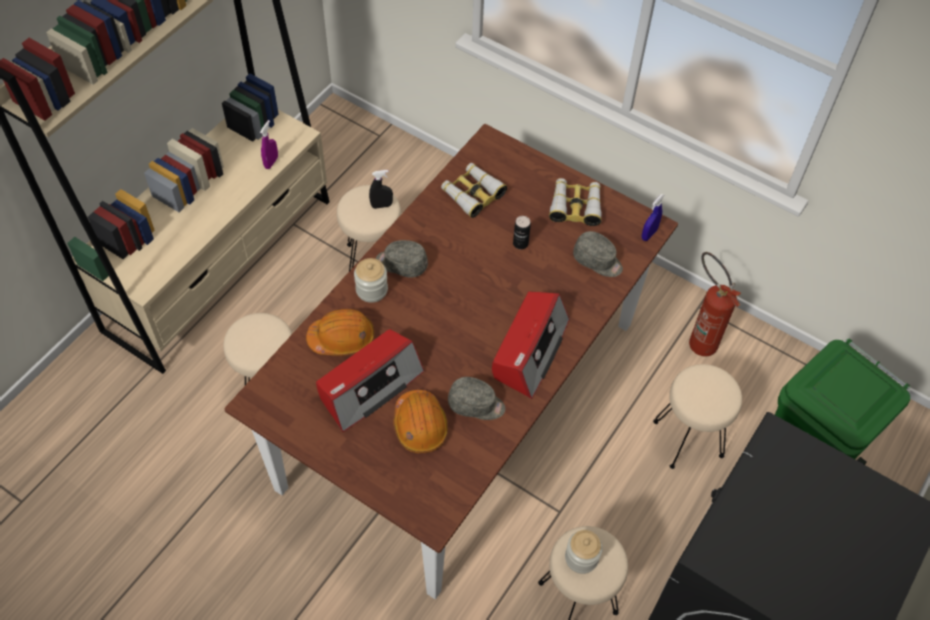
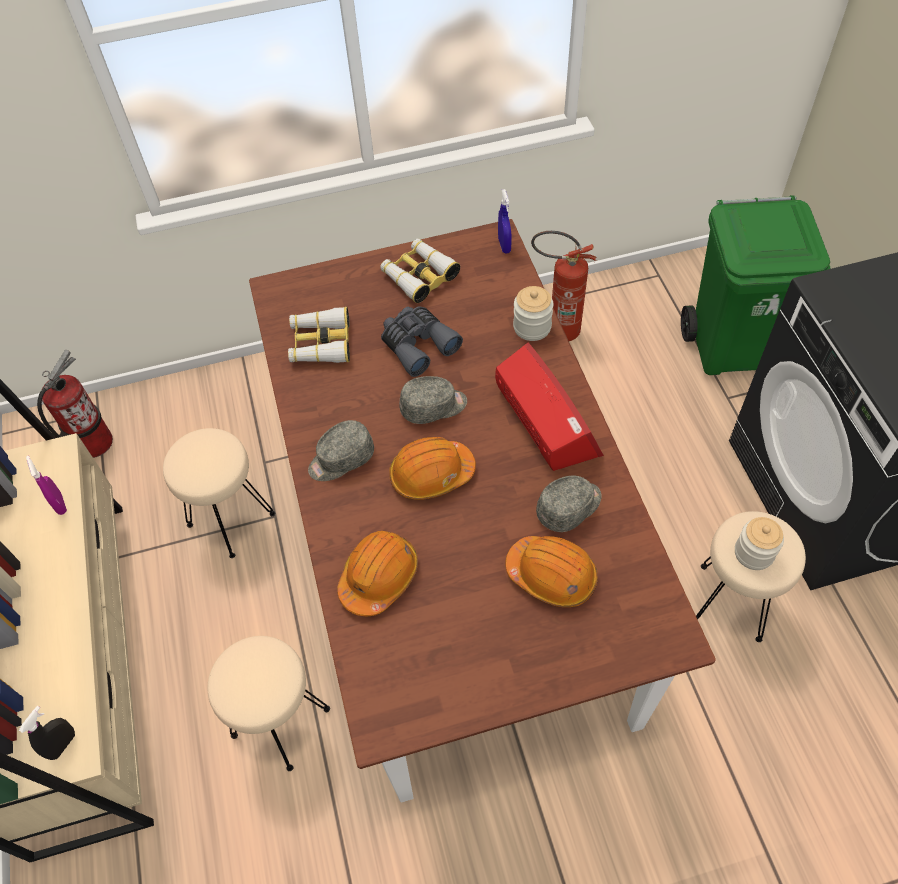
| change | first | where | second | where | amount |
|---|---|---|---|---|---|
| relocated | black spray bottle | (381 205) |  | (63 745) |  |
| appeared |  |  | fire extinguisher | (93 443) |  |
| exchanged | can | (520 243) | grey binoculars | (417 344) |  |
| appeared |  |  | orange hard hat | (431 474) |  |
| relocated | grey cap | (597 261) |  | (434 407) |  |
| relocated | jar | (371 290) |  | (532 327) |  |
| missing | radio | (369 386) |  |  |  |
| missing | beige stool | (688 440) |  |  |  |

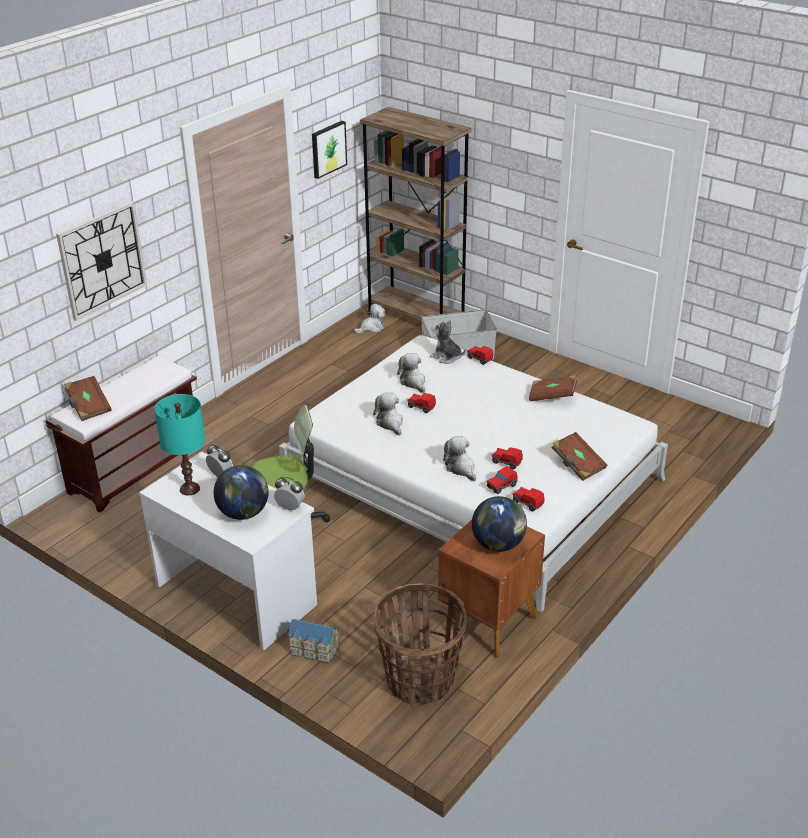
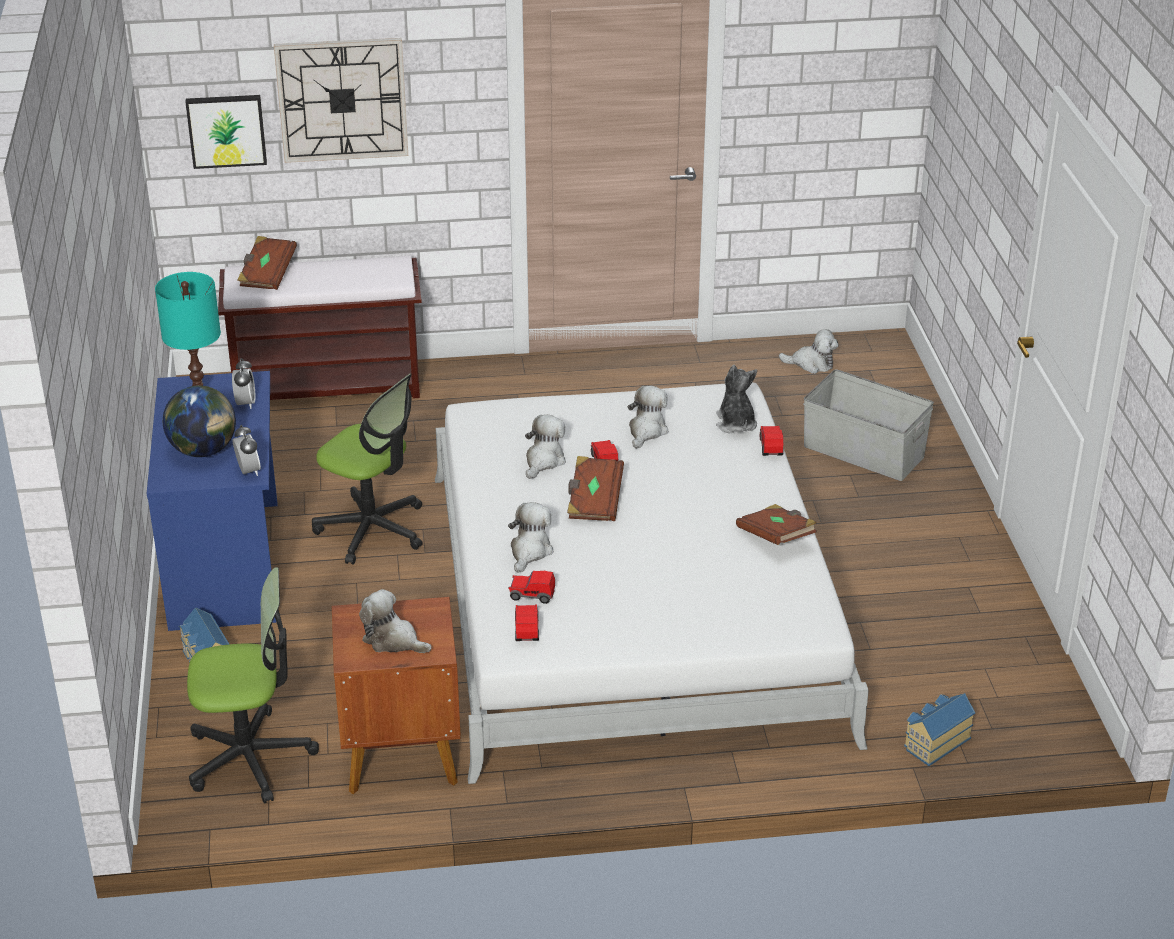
| change | first | where | second | where | amount |
|---|---|---|---|---|---|
| colour | white desk | (237 594) | blue desk | (227 564) |  |
| relocated | picture | (328 149) |  | (226 130) |  |
| exchanged | basket | (420 680) | office chair | (250 758) |  |
| exchanged | globe | (498 544) | plush toy | (393 640) |  |
| relocated | brown book | (577 465) |  | (594 502) |  |
| appeared |  |  | toy house | (935 742) |  |
| missing | brown bookcase | (415 318) |  |  |  |
| missing | toy car | (506 462) |  |  |  |

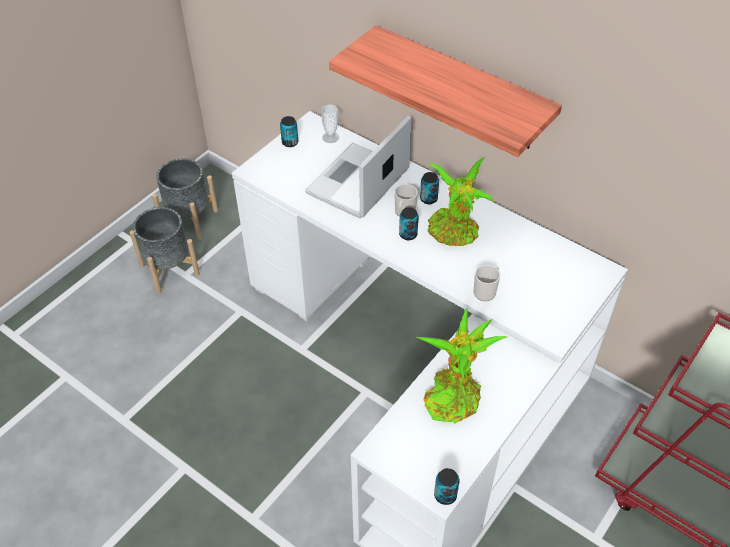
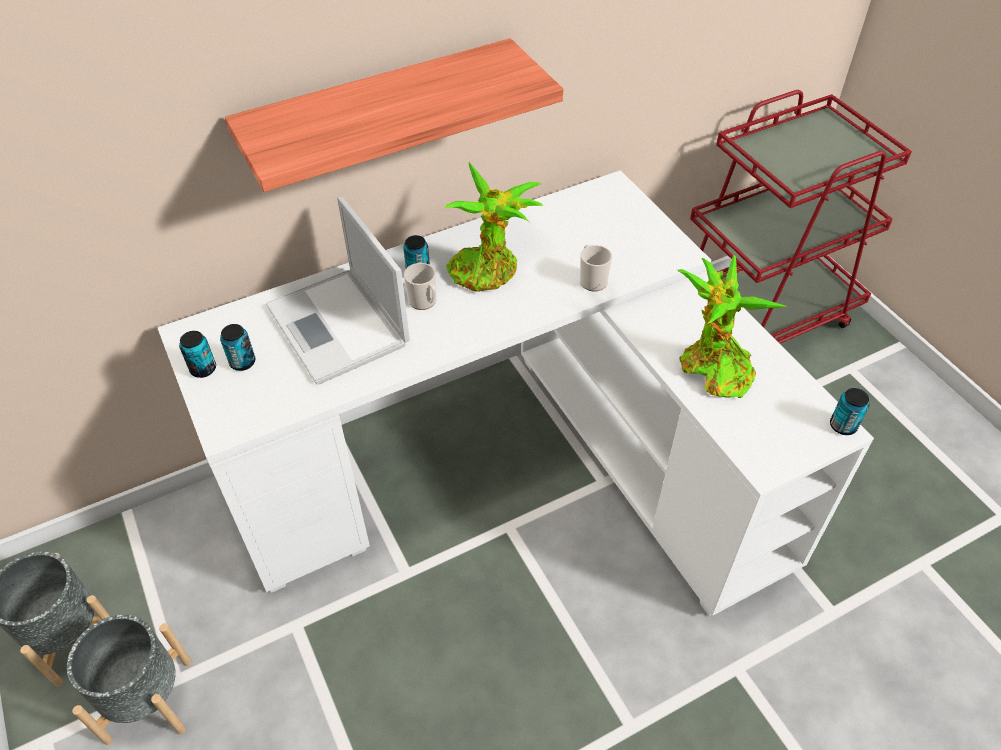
| change | first | where | second | where | amount |
|---|---|---|---|---|---|
| relocated | can | (408 234) |  | (242 362) |  |
| missing | cup | (330 137) |  |  |  |

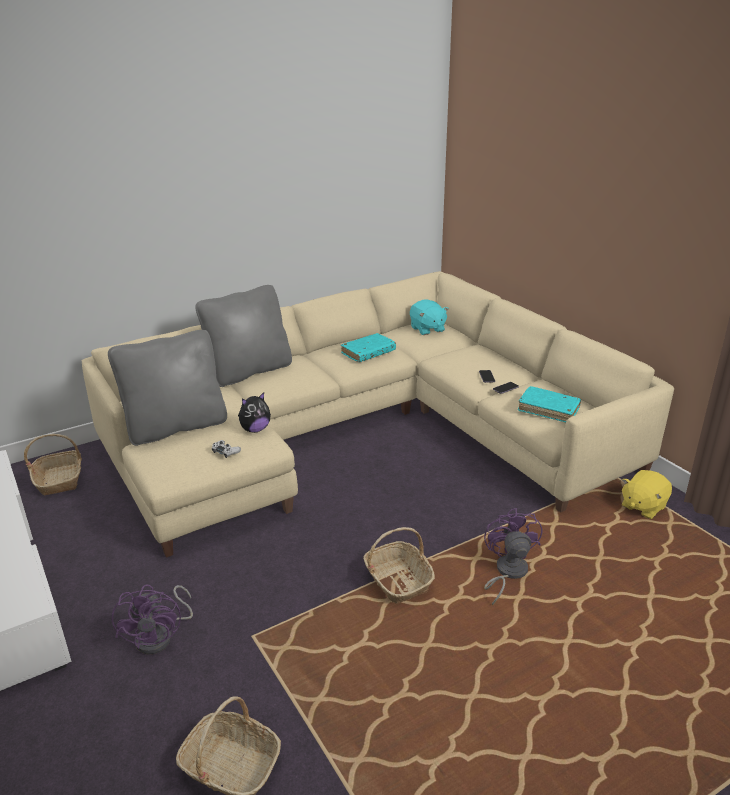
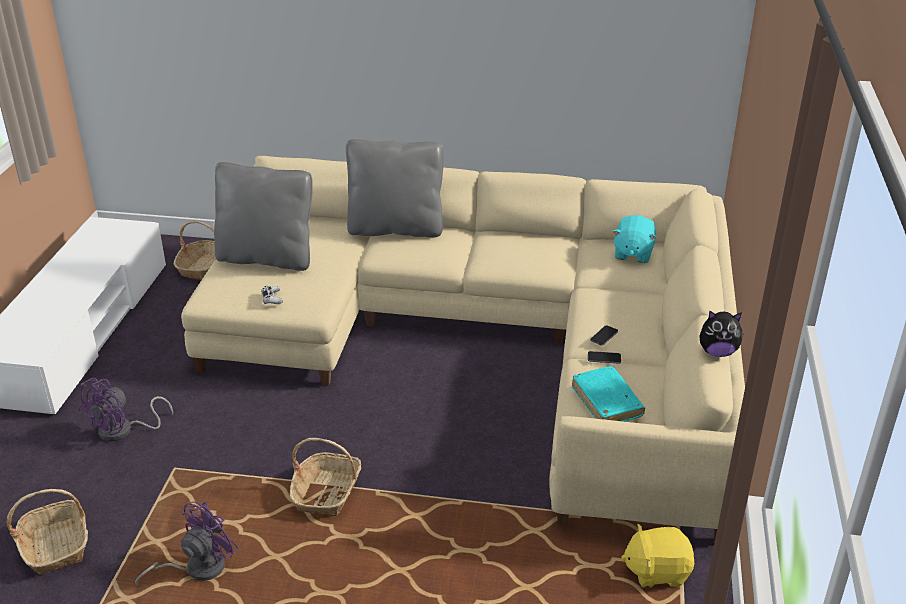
| change | first | where | second | where | amount |
|---|---|---|---|---|---|
| relocated | purple fan | (507 573) |  | (197 568) |  |
| relocated | plush toy | (255 429) |  | (717 352) |  |
| missing | turquoise book | (368 353) |  |  |  |

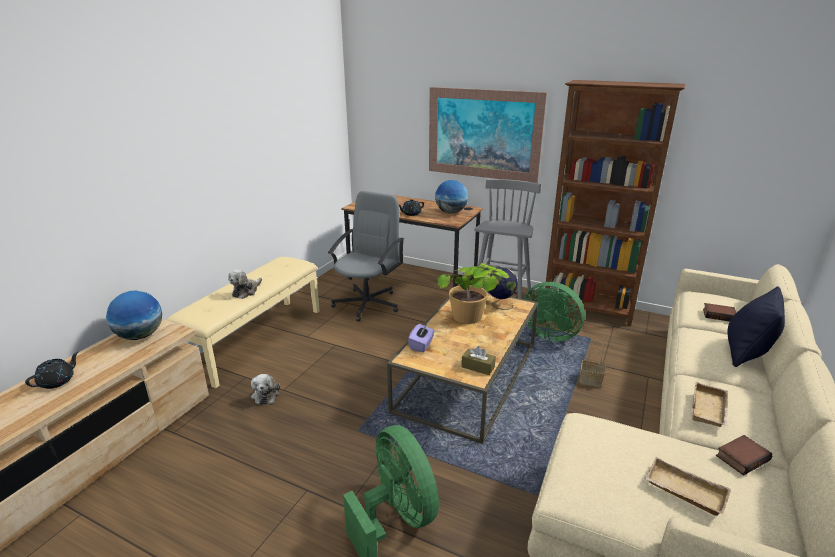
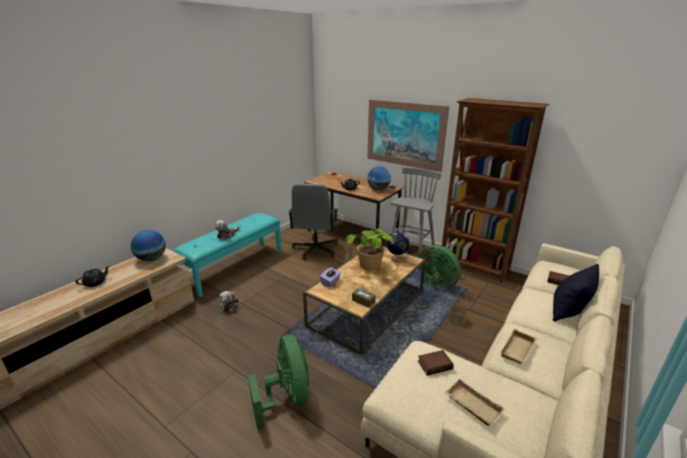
| change | first | where | second | where | amount |
|---|---|---|---|---|---|
| colour | beige bench | (255 339) | turquoise bench | (234 267) |  |
| spun | grey office chair | (367 304) |  | (315 249) | 150 degrees clockwise |
| relocated | book | (741 457) |  | (434 364) |  |

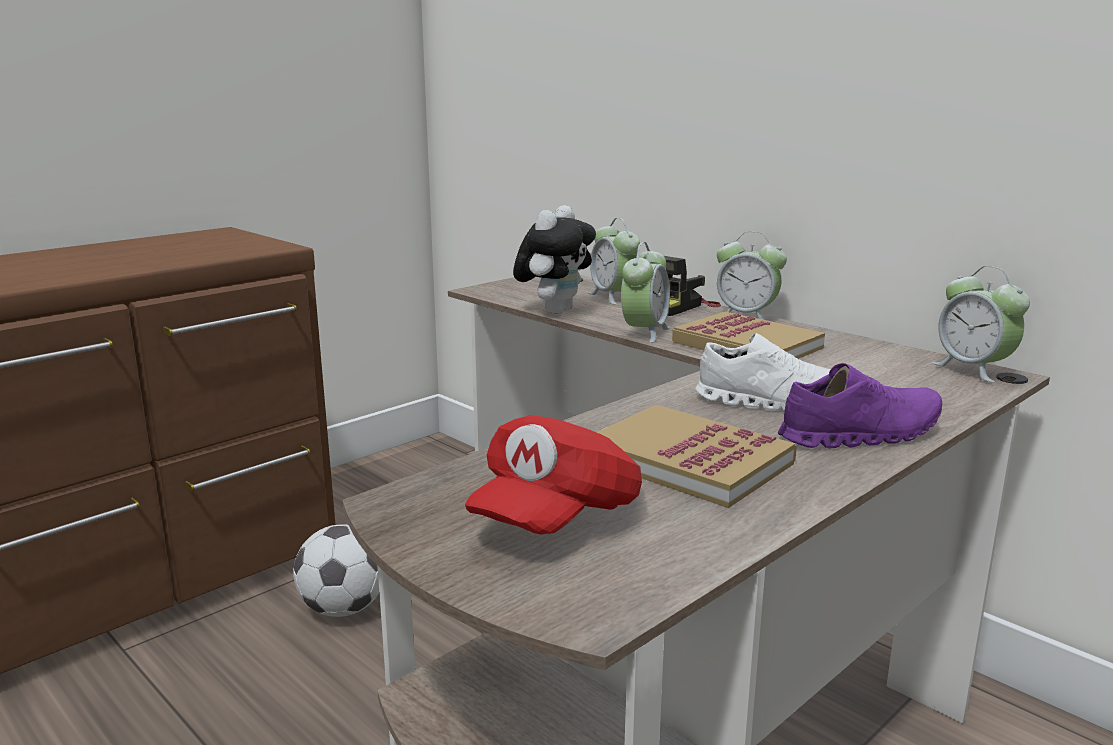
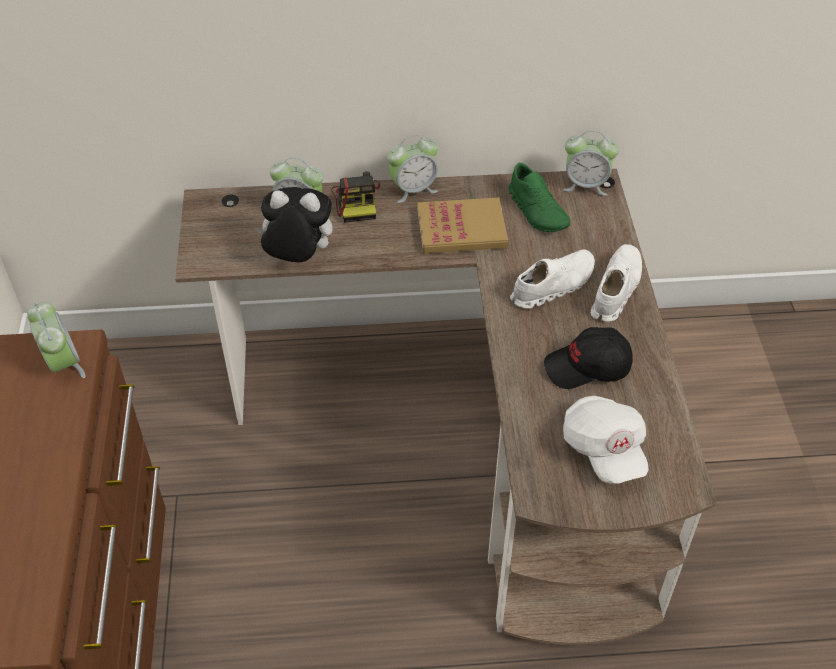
| change | first | where | second | where | amount |
|---|---|---|---|---|---|
| relocated | alarm clock | (644 332) |  | (63 364) |  |
| spun | plush toy | (555 310) |  | (297 259) | 60 degrees counterclockwise |
| appeared |  |  | green shoe | (537 211) |  |
| exchanged | book | (688 460) | black cap | (587 368) |  |
| colour | red cap | (556 517) | white cap | (603 450) |  |
| colour | purple shoe | (860 434) | white shoe | (615 290) |  |
| missing | football | (343 609) |  |  |  |

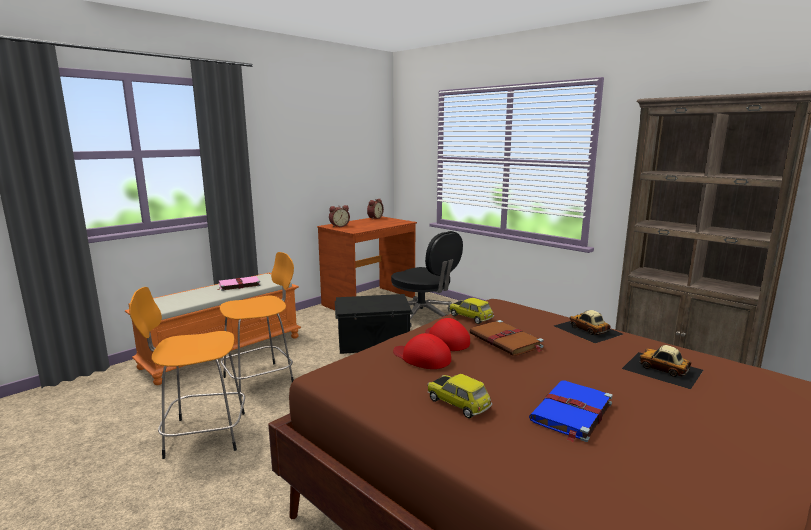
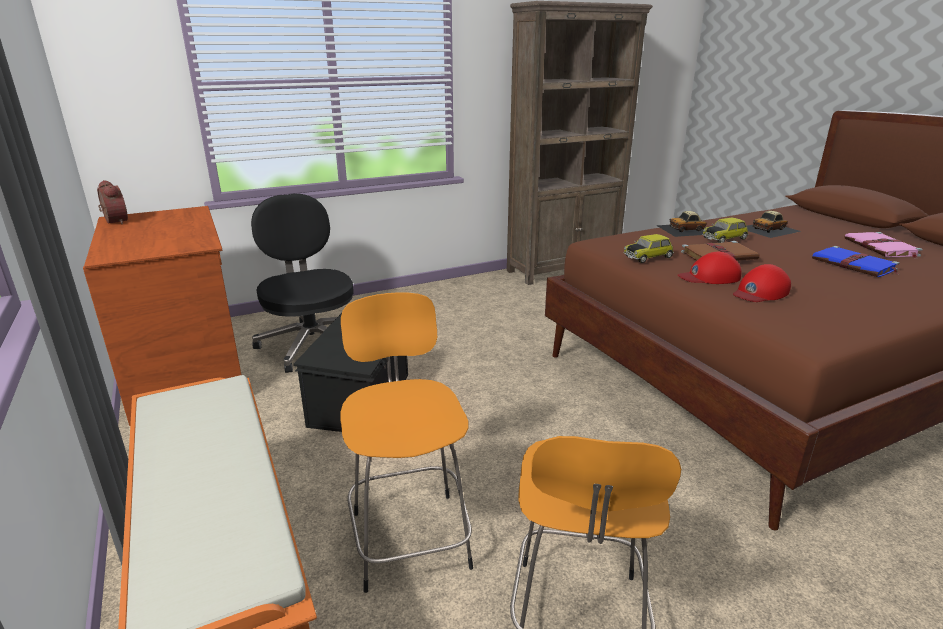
| change | first | where | second | where | amount |
|---|---|---|---|---|---|
| spun | black office chair | (423 317) |  | (311 343) | 90 degrees counterclockwise |
| relocated | toy car | (459 403) |  | (724 238) |  |
| relocated | pink book | (238 285) |  | (881 248) |  |
| missing | alarm clock | (339 226) |  |  |  |

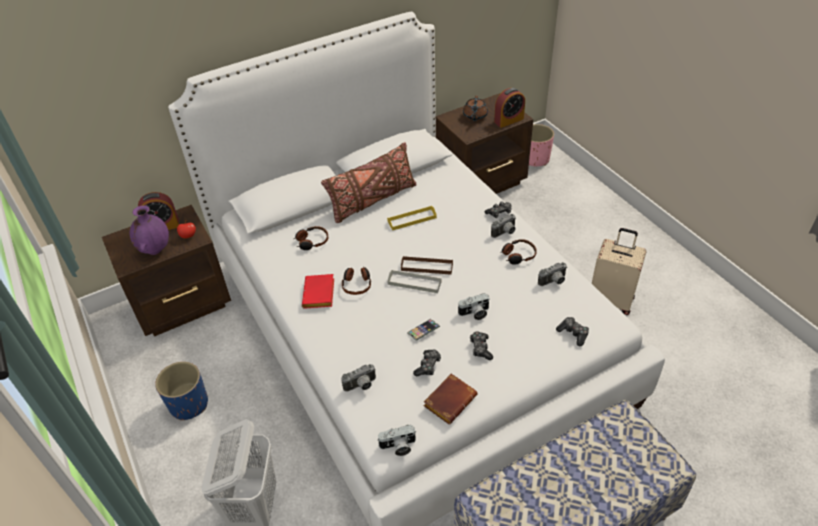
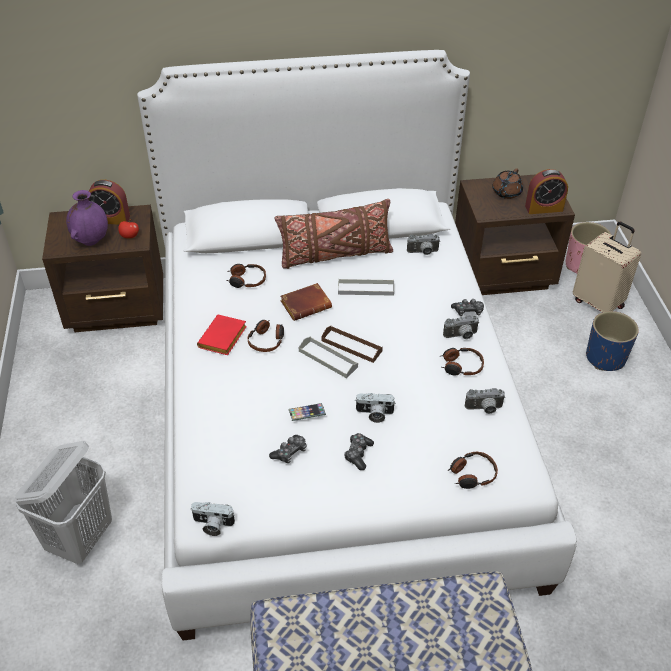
| change | first | where | second | where | amount |
|---|---|---|---|---|---|
| relocated | brown book | (450 400) |  | (306 304) |  |
| colour | yellow tray | (412 219) | grey tray | (366 289) |  |
| relocated | photo camera | (361 386) |  | (423 253) |  |
| exchanged | game controller | (573 333) | headphones | (472 474) |  |
| relocated | beige suitcase | (611 300) |  | (598 303) |  |
| relocated | blue planter | (188 404) |  | (605 357) |  |

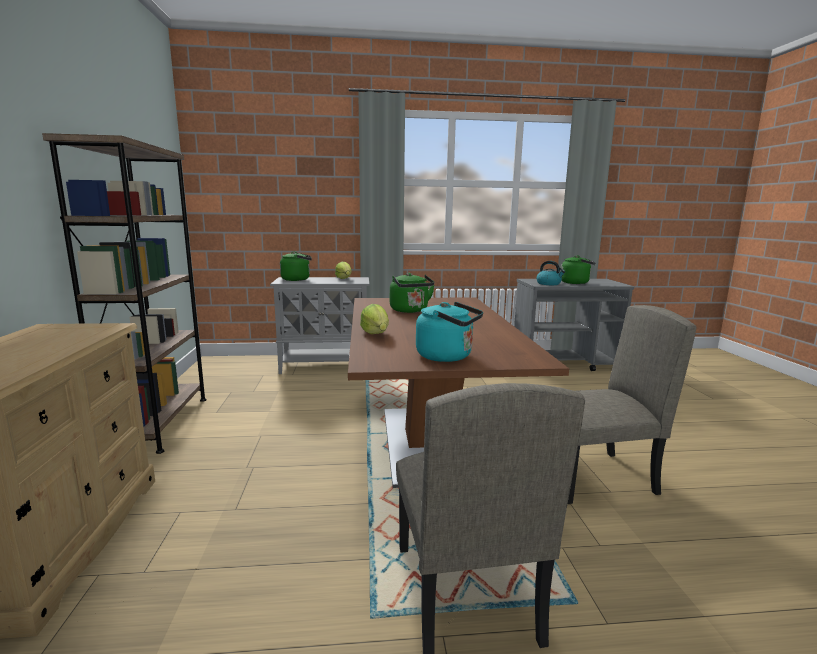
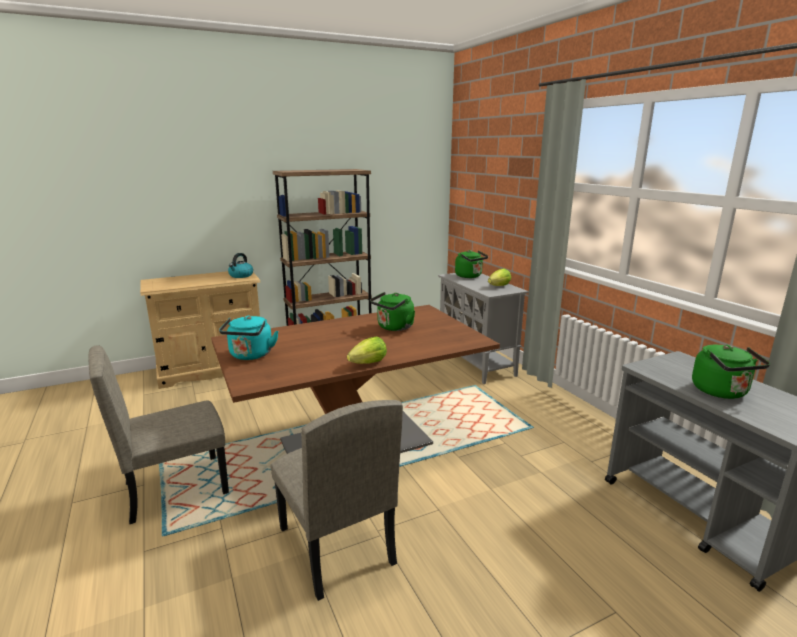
| change | first | where | second | where | amount |
|---|---|---|---|---|---|
| relocated | kettle | (549 284) |  | (241 275) |  |
| relocated | lettuce | (376 334) |  | (369 363) |  |

